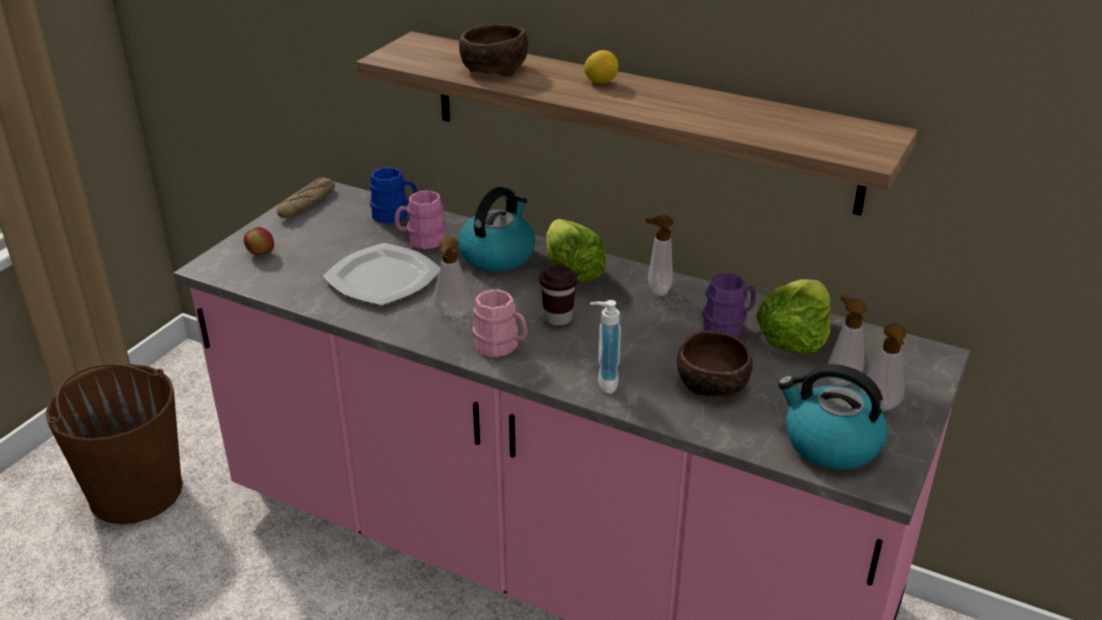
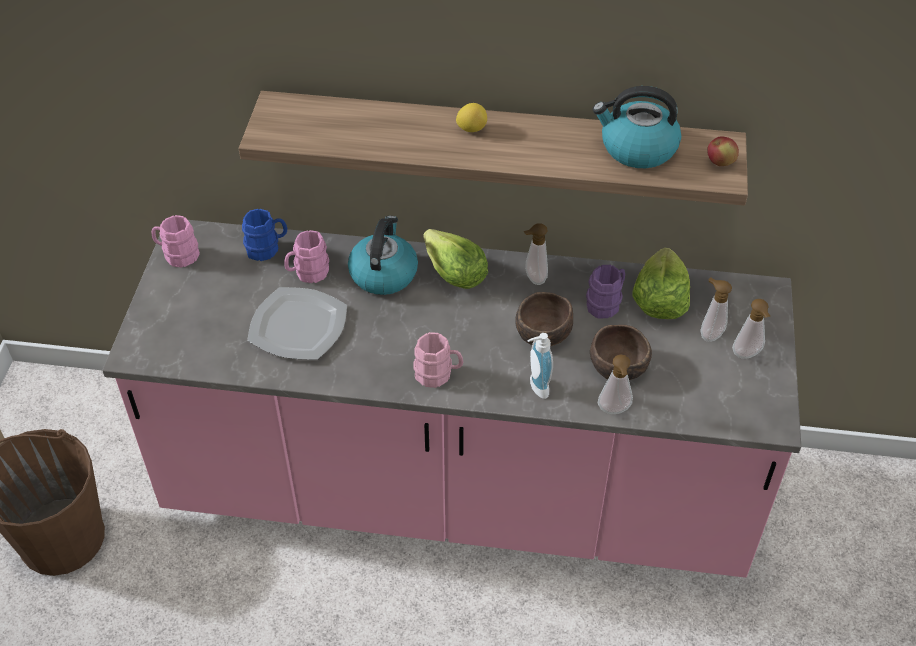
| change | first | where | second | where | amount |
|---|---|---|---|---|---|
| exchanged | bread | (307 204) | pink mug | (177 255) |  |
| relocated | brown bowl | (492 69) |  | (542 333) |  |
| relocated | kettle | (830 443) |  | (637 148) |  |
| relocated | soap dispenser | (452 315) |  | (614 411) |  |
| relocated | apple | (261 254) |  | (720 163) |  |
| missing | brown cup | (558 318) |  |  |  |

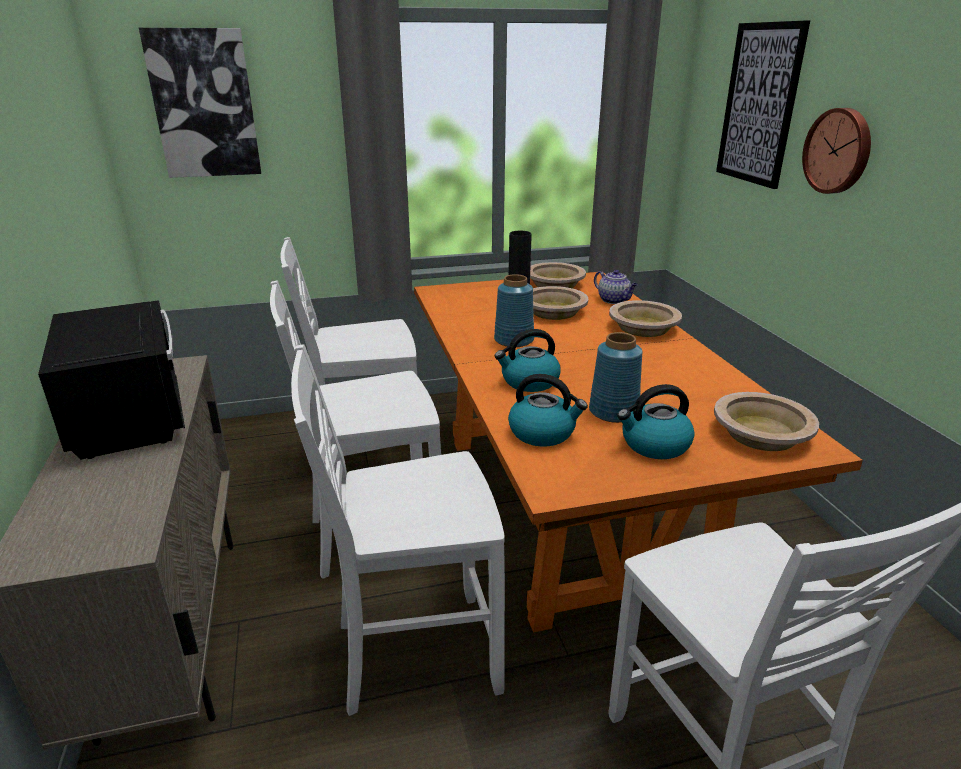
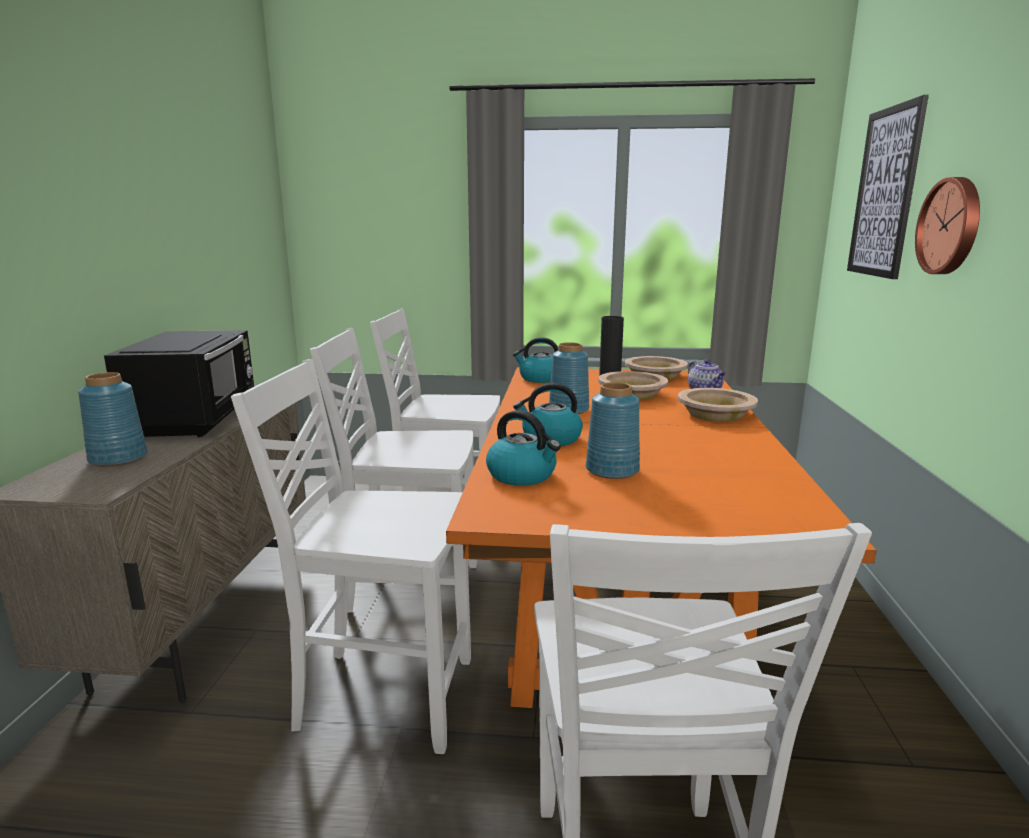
| change | first | where | second | where | amount |
|---|---|---|---|---|---|
| appeared |  |  | blue vase | (117 459) |  |
| relocated | kettle | (654 445) |  | (539 378) |  |
| missing | picture | (204 104) |  |  |  |
| missing | beige bowl | (761 434) |  |  |  |

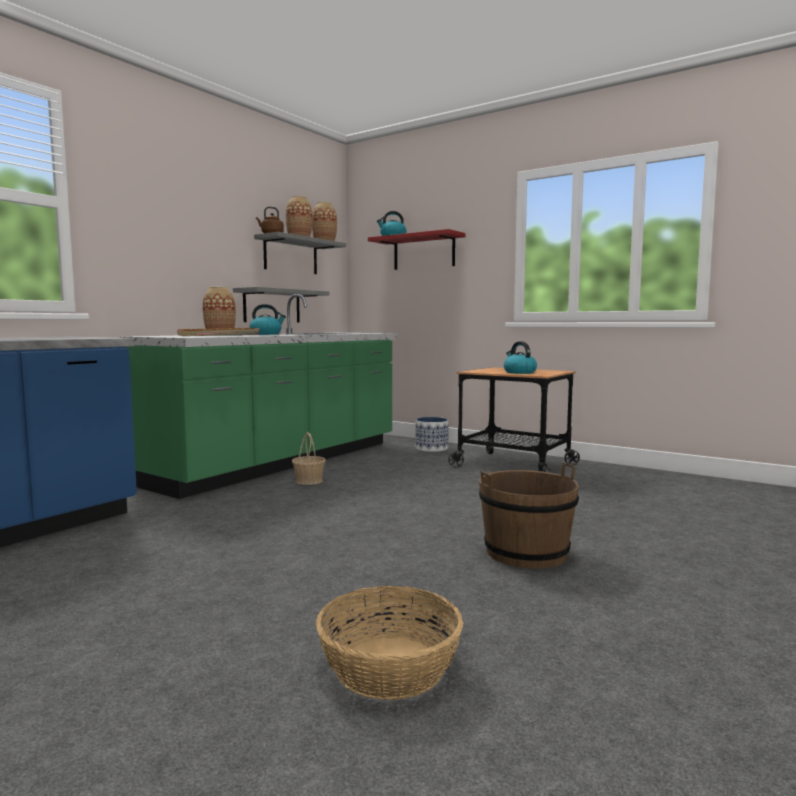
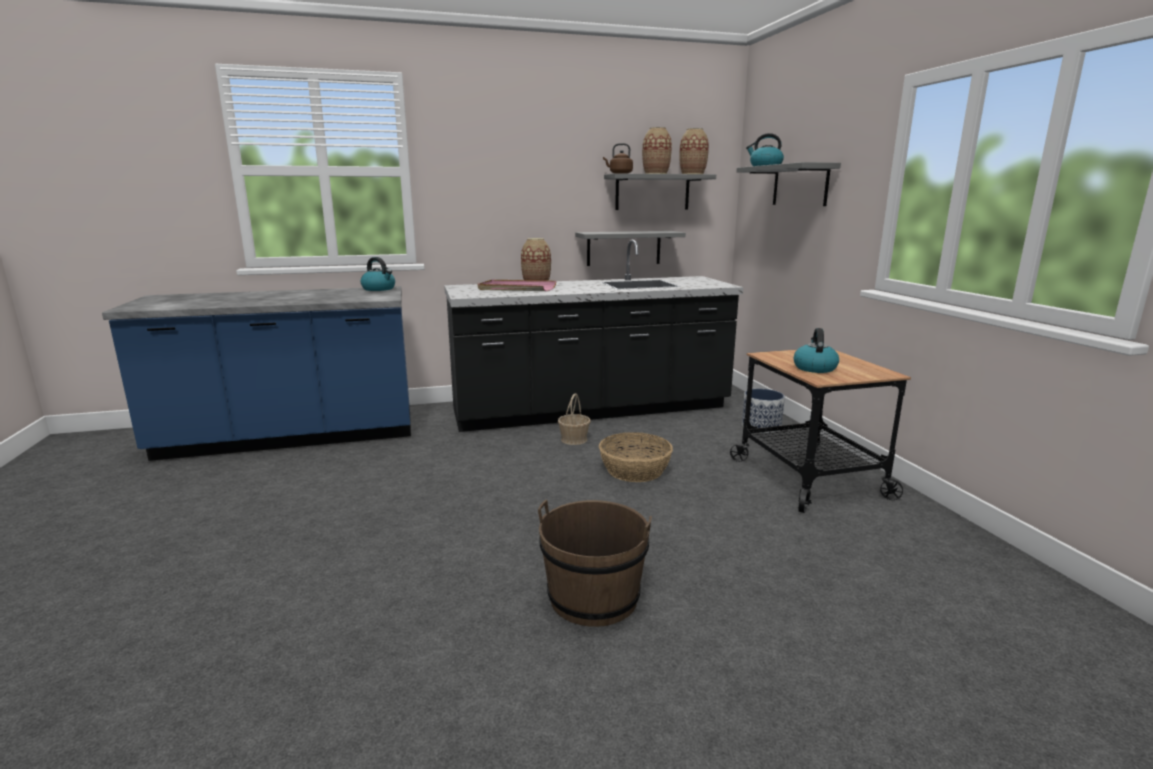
| change | first | where | second | where | amount |
|---|---|---|---|---|---|
| relocated | kettle | (266 334) |  | (379 289) |  |
| colour | green counter | (282 462) | black counter | (591 410) |  |
| relocated | basket | (388 667) |  | (634 470) |  |
| colour | red shelf | (424 252) | grey shelf | (800 185) |  |

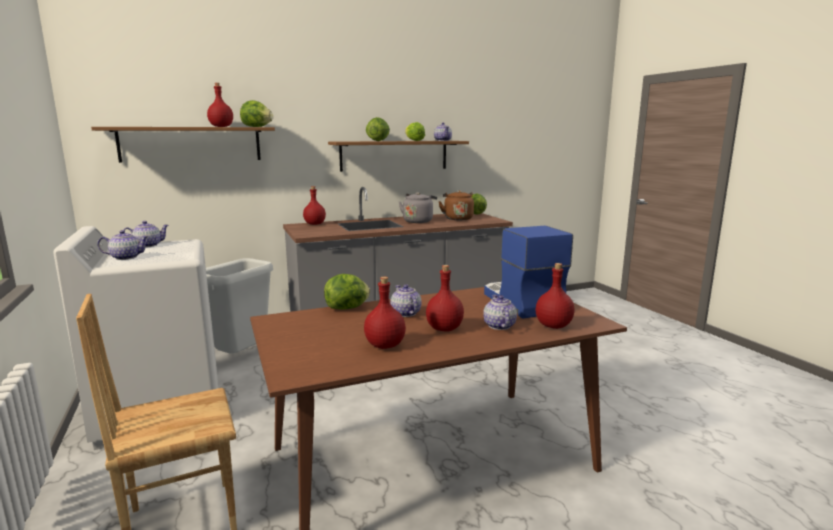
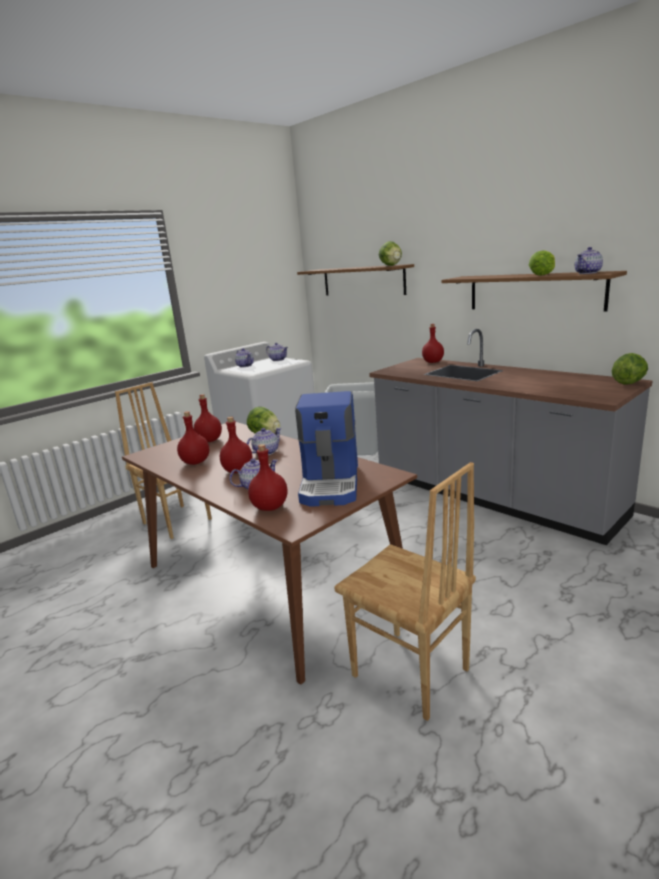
| change | first | where | second | where | amount |
|---|---|---|---|---|---|
| relocated | red bottle | (221 127) |  | (210 440) |  |
| spun | coffee machine | (521 302) |  | (331 483) | 135 degrees clockwise |
| appeared |  |  | brown chair | (410 674) |  |
| missing | lettuce | (378 141) |  |  |  |
| missing | grey kettle | (418 221) |  |  |  |
| missing | brown kettle | (457 218) |  |  |  |

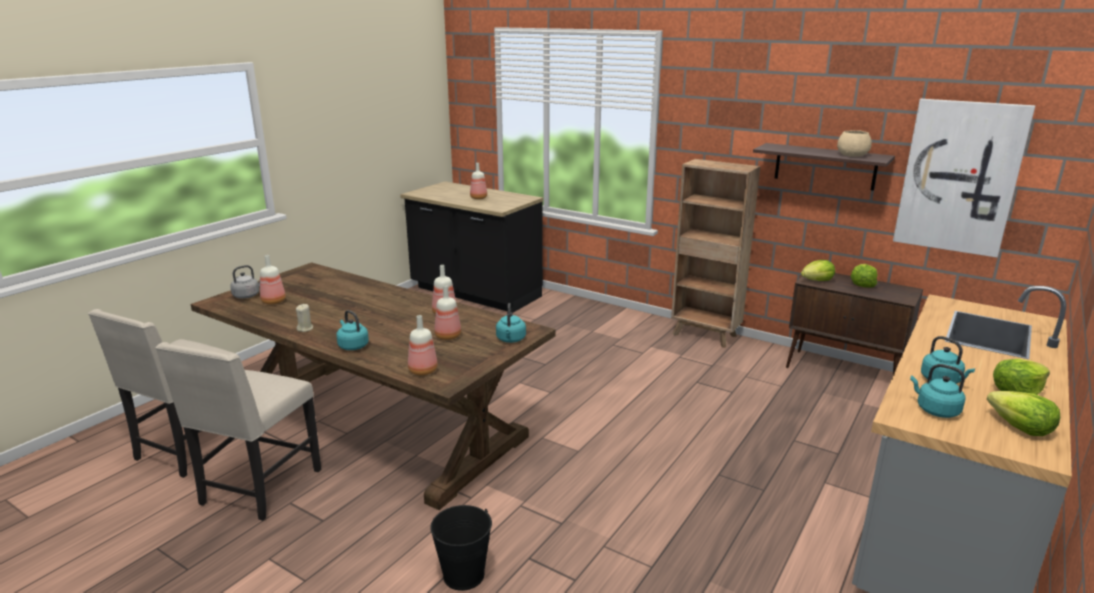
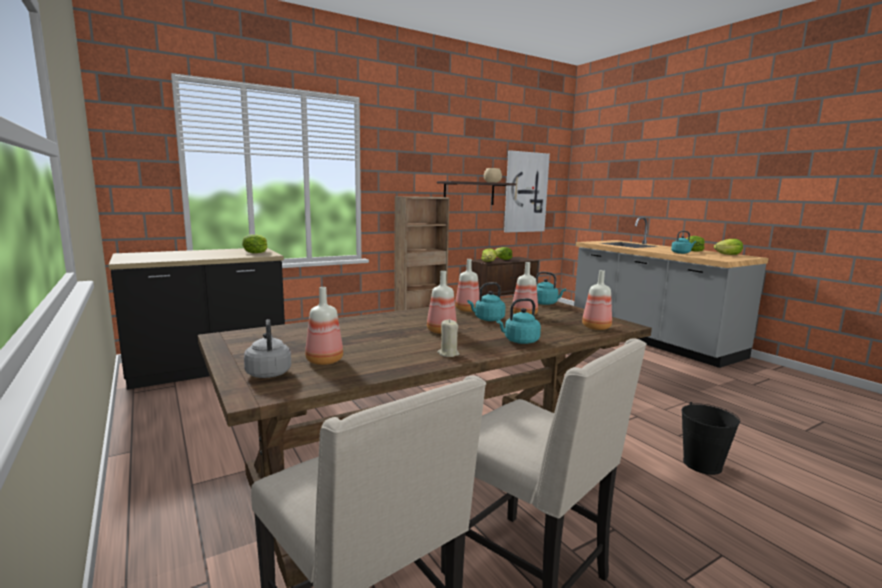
| change | first | where | second | where | amount |
|---|---|---|---|---|---|
| appeared |  |  | lettuce | (256 252) |  |
| relocated | bottle | (478 198) |  | (440 331) |  |
| relocated | turquoise kettle | (935 410) |  | (487 319) |  |

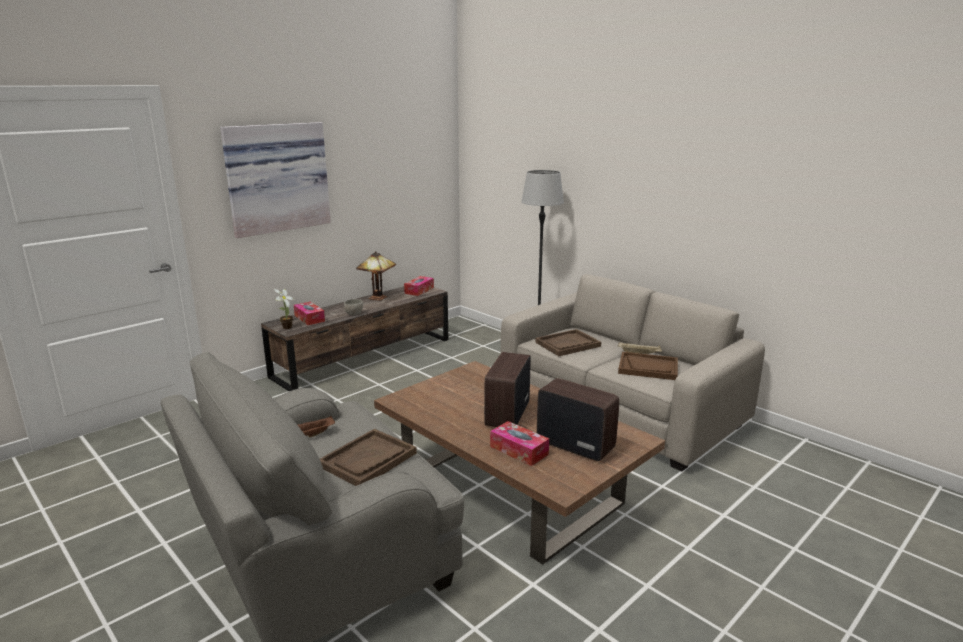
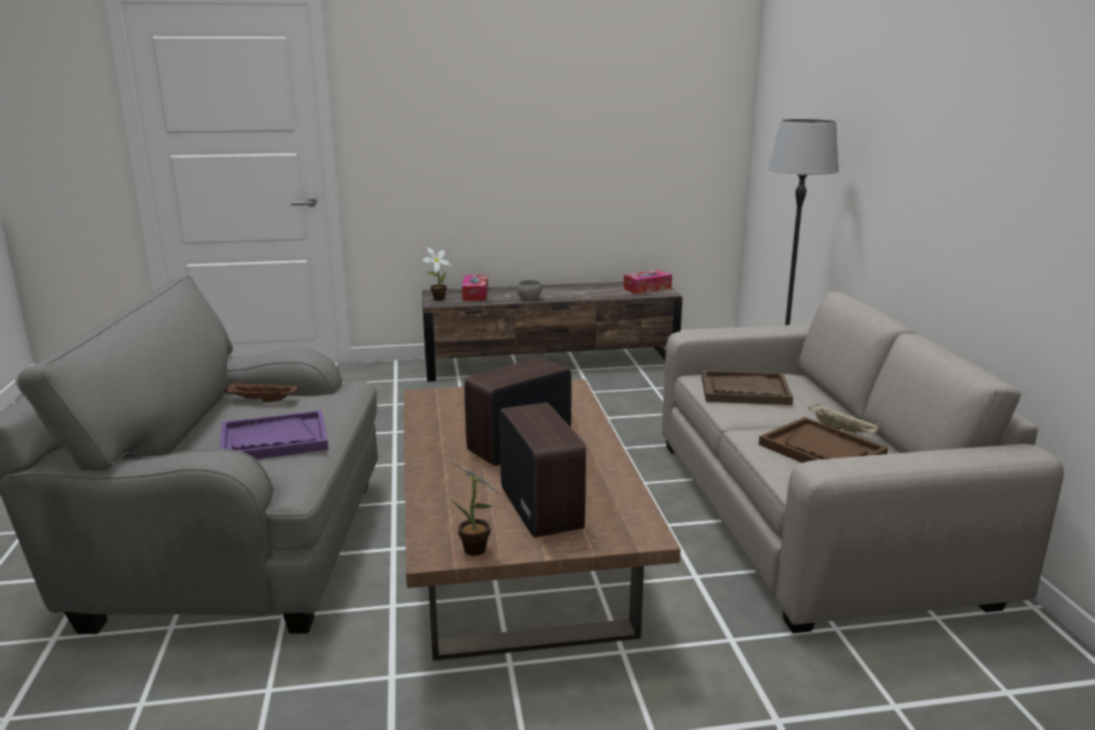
| change | first | where | second | where | amount |
|---|---|---|---|---|---|
| colour | brown tray | (368 460) | purple tray | (274 440) |  |
| appeared |  |  | potted plant | (476 551) |  |
| missing | picture | (276 178) |  |  |  |
| missing | table lamp | (377 297) |  |  |  |
| missing | tissue box | (519 450) |  |  |  |

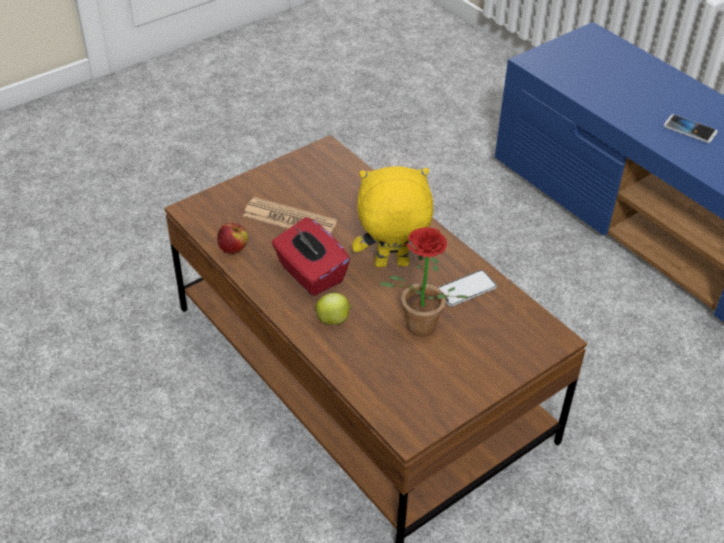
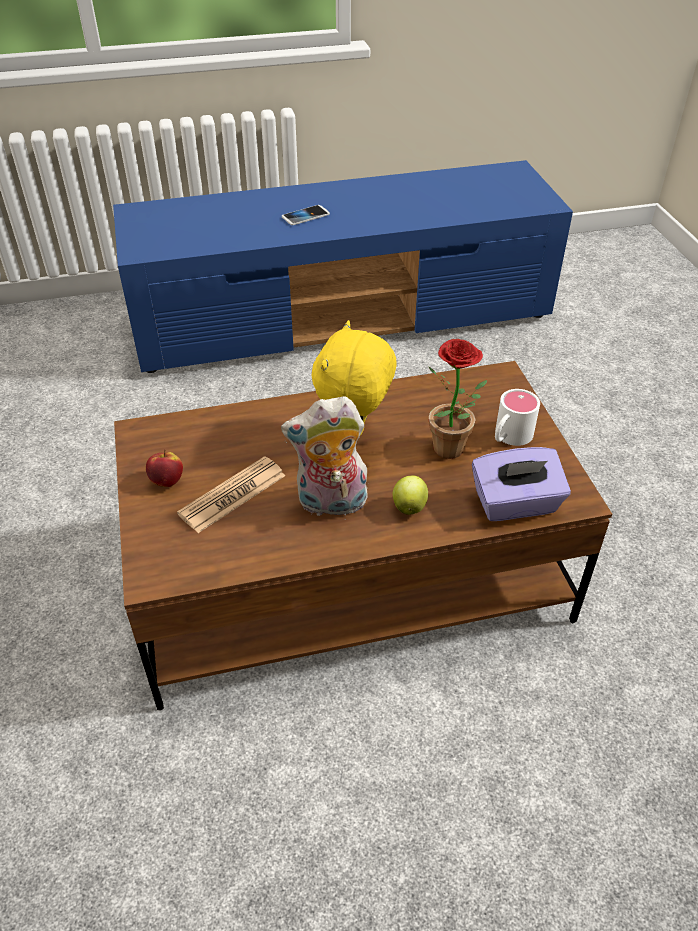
| change | first | where | second | where | amount |
|---|---|---|---|---|---|
| relocated | apple | (233 249) |  | (167 481) |  |
| exchanged | red tissue box | (310 274) | plush toy | (330 504) |  |
| appeared |  |  | purple tissue box | (515 504) |  |
| appeared |  |  | white mug | (509 437) |  |
| missing | phone | (466 289) |  |  |  |

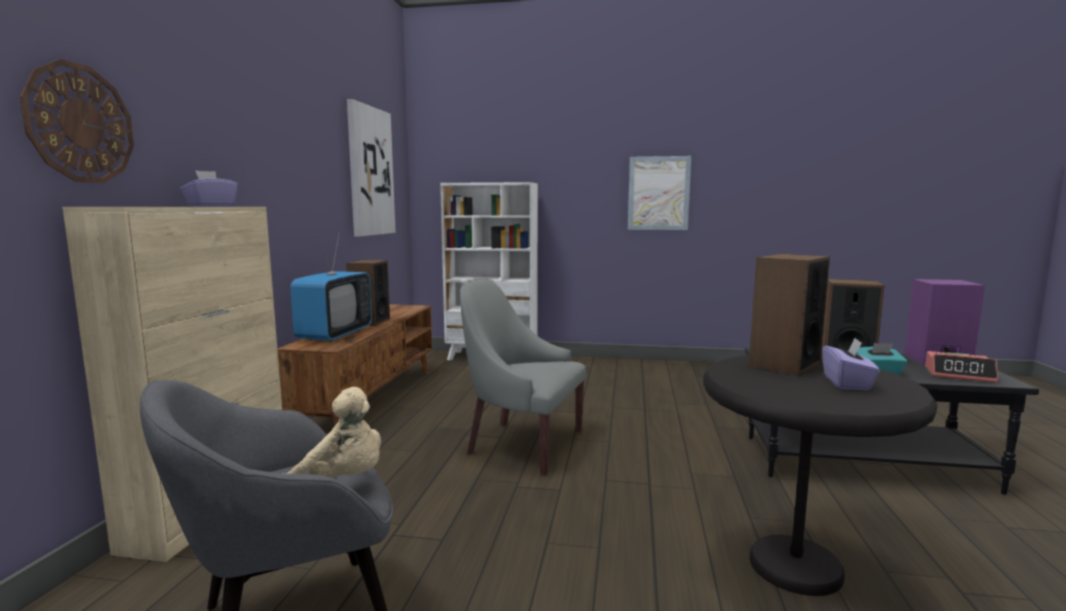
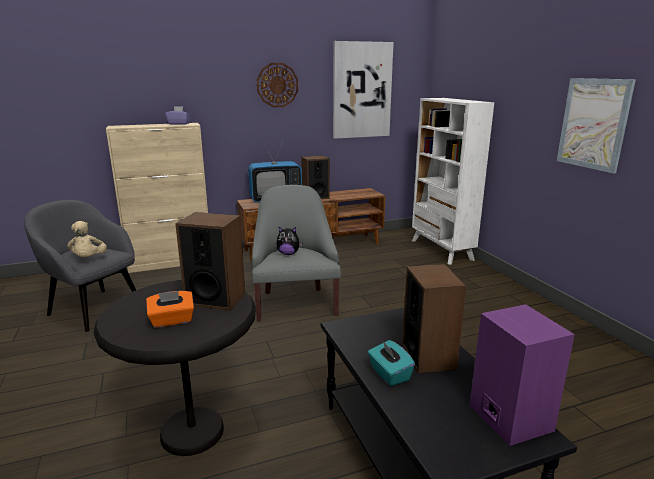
| change | first | where | second | where | amount |
|---|---|---|---|---|---|
| colour | purple tissue box | (847 383) | orange tissue box | (172 321) |  |
| relocated | wall clock | (80 123) |  | (277 85) |  |
| appeared |  |  | plush toy | (288 254) |  |
| missing | alarm clock | (959 374) |  |  |  |

